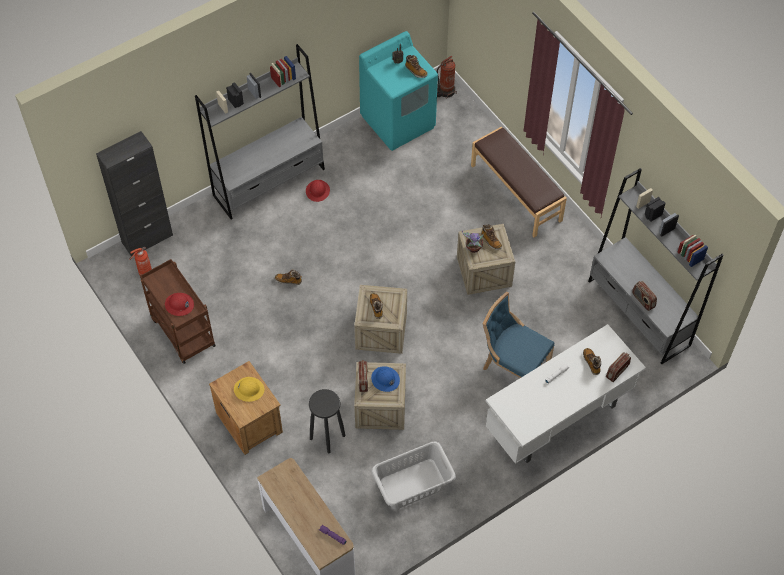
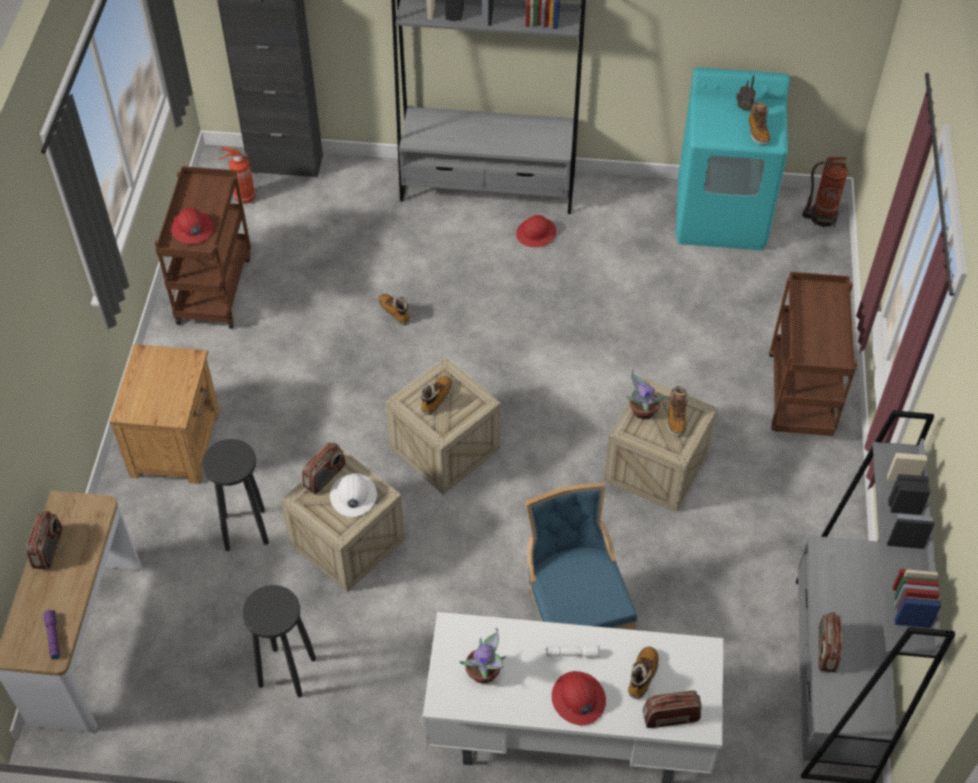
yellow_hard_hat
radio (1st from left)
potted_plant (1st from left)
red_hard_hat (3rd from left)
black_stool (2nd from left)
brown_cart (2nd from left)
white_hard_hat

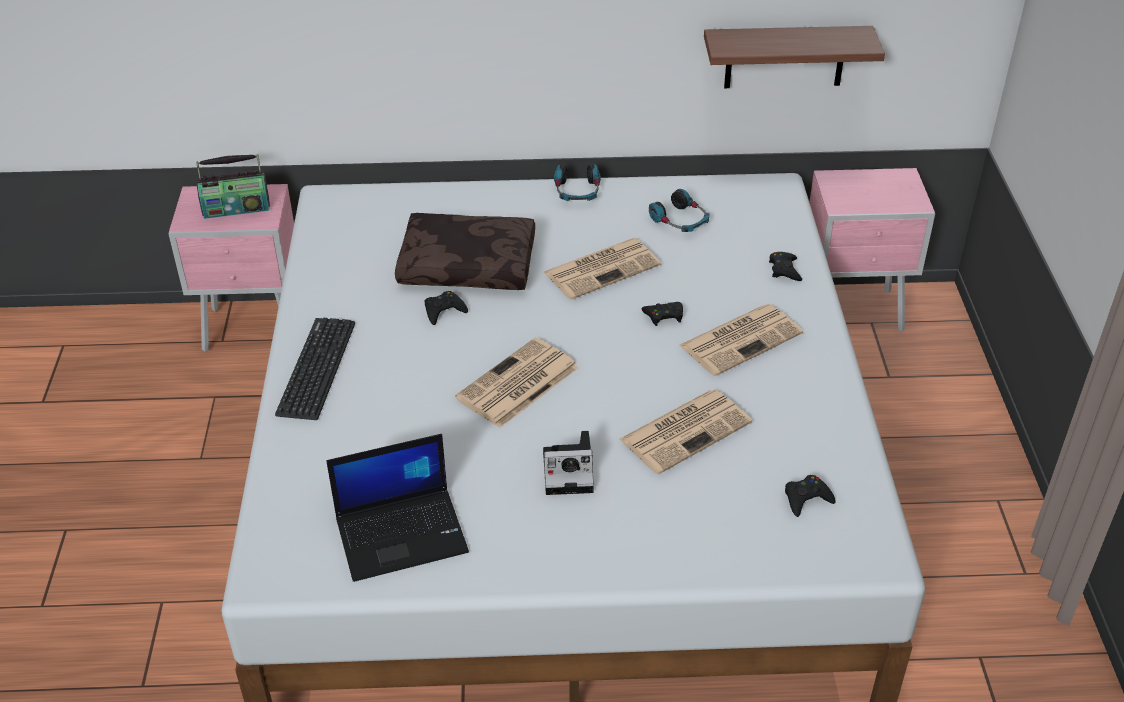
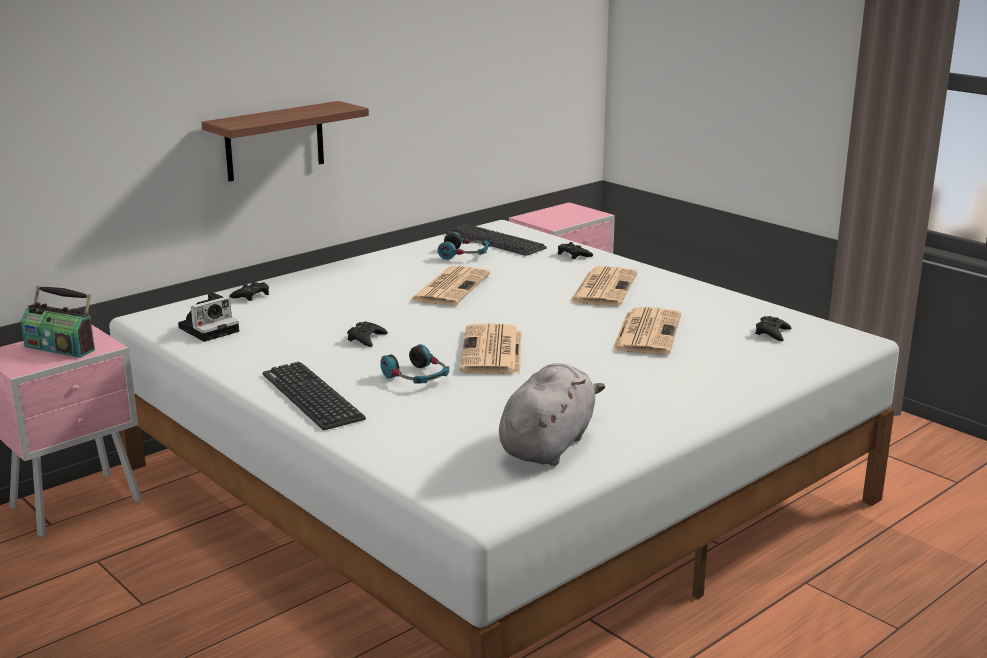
brown_pillow
keyboard (2nd from left)
photo_camera
headphones (1st from left)
black_game_controller (1st from left)
shelf
grey_plush_toy
radio

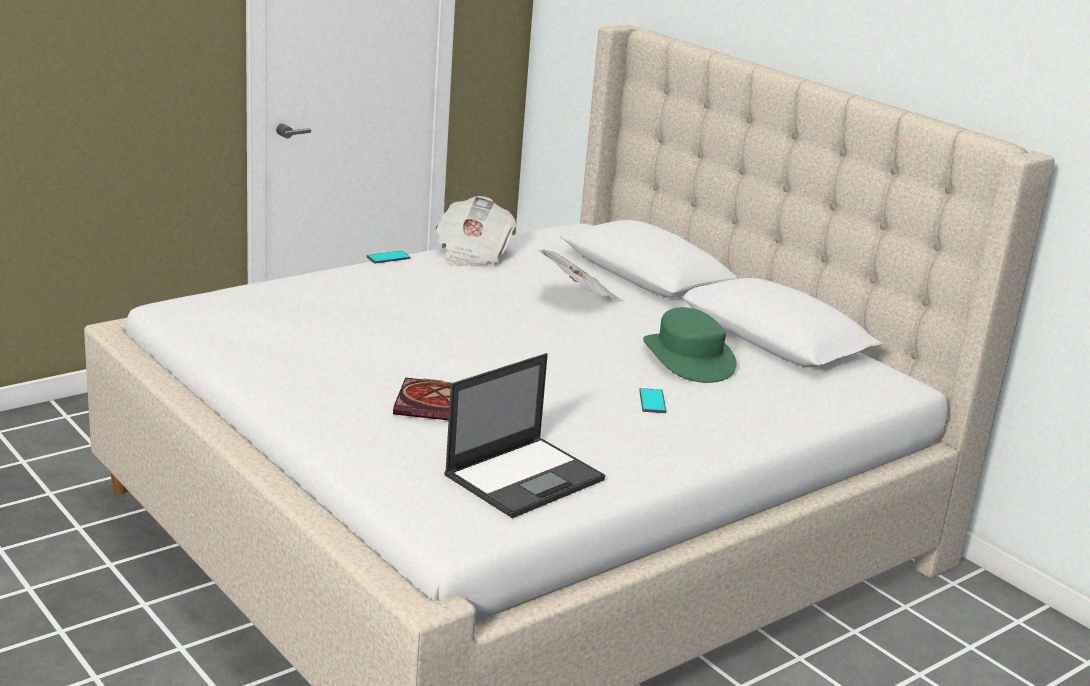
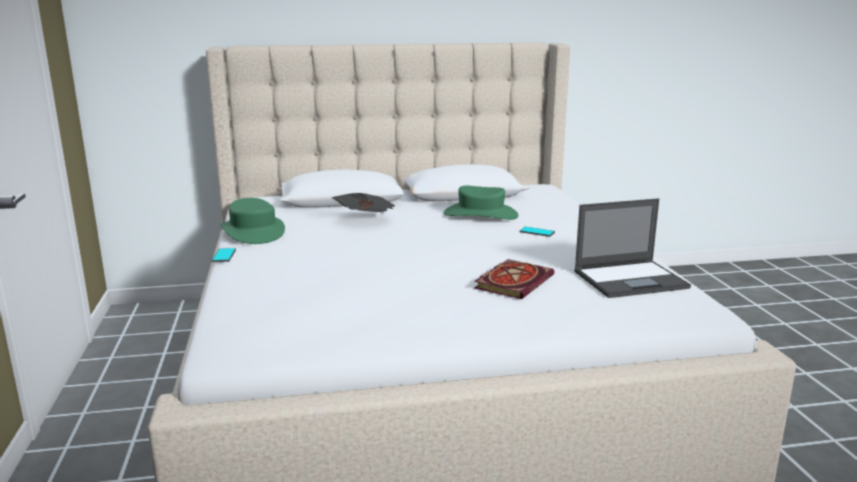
green_hat (1st from left)
laptop

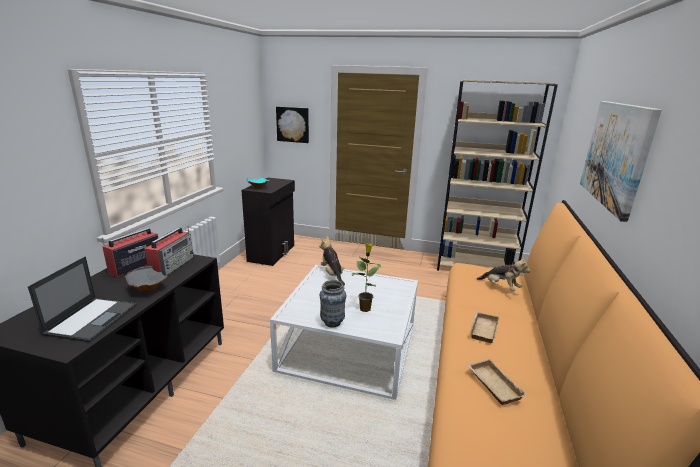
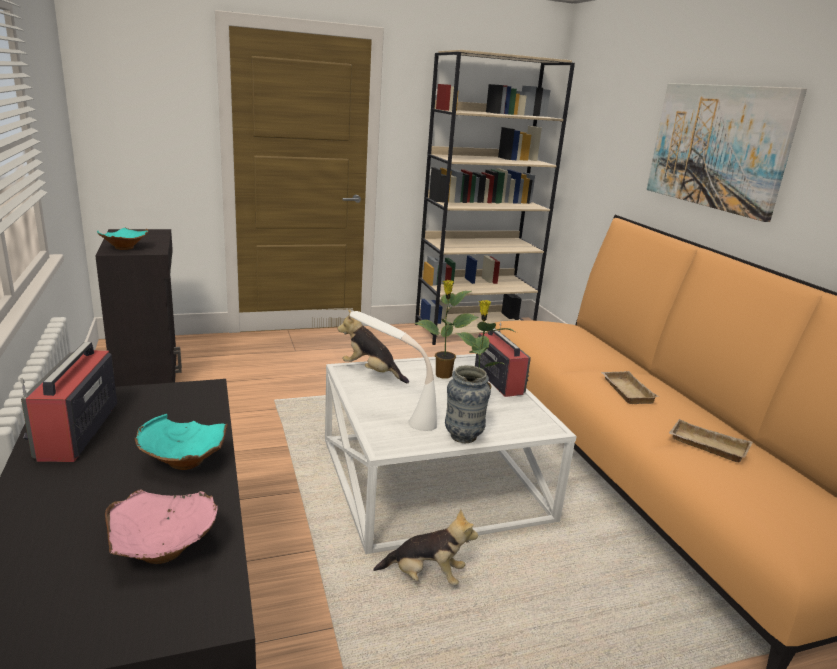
picture (1st from left in the first image)
white_table_lamp
potted_plant (1st from left)
radio (2nd from left)
plush_toy (2nd from left)
pink_bowl
turquoise_bowl (2nd from left)

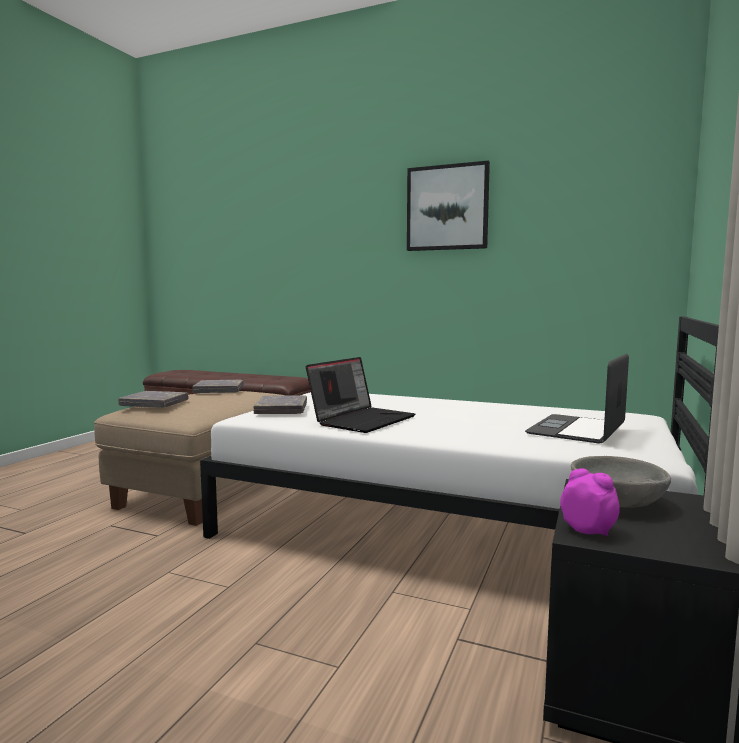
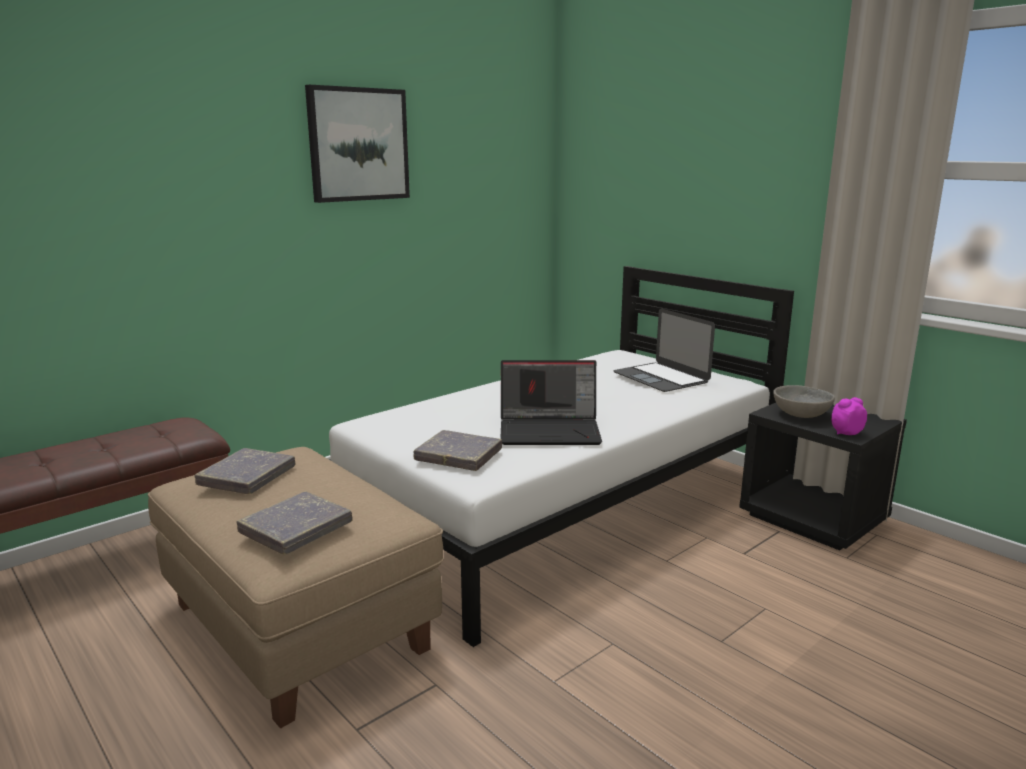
laptop (1st from left)

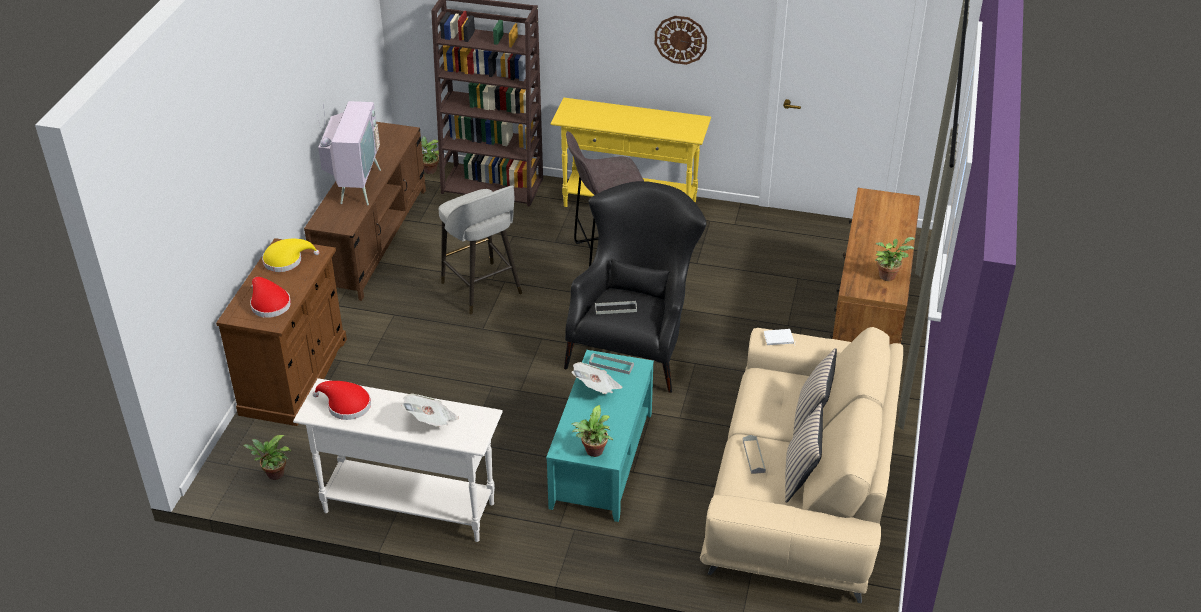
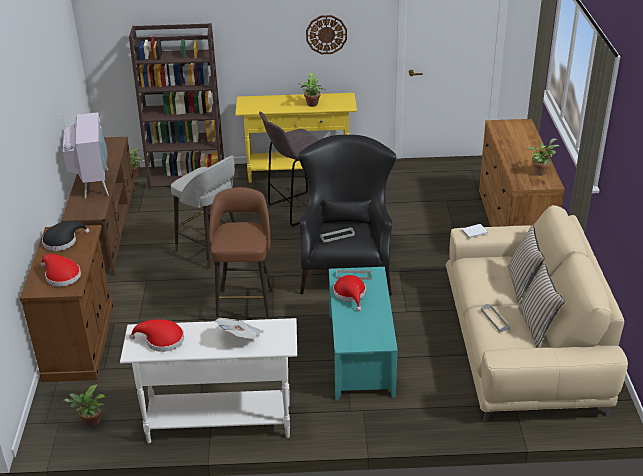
brown_stool
potted_plant (3rd from left)
red_hat (3rd from left)
black_hat

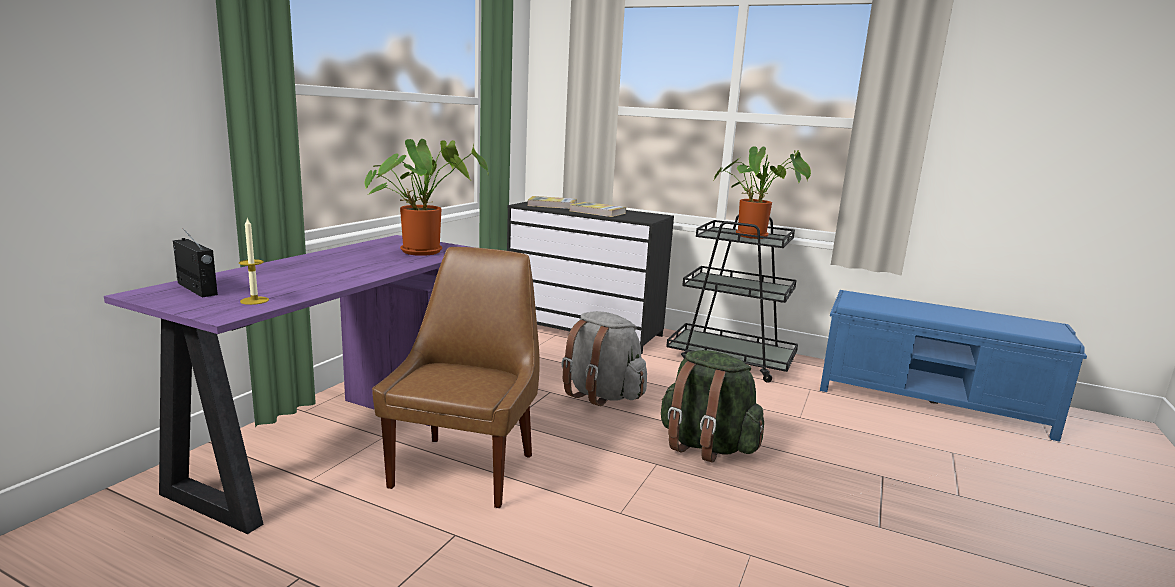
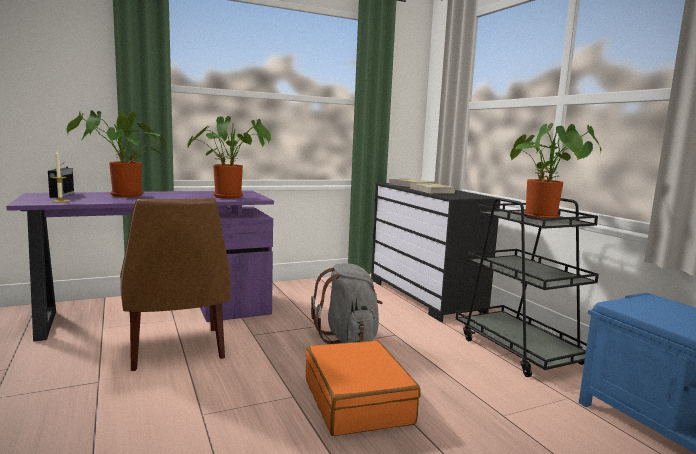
potted_plant (1st from left)
orange_suitcase
brown_chair

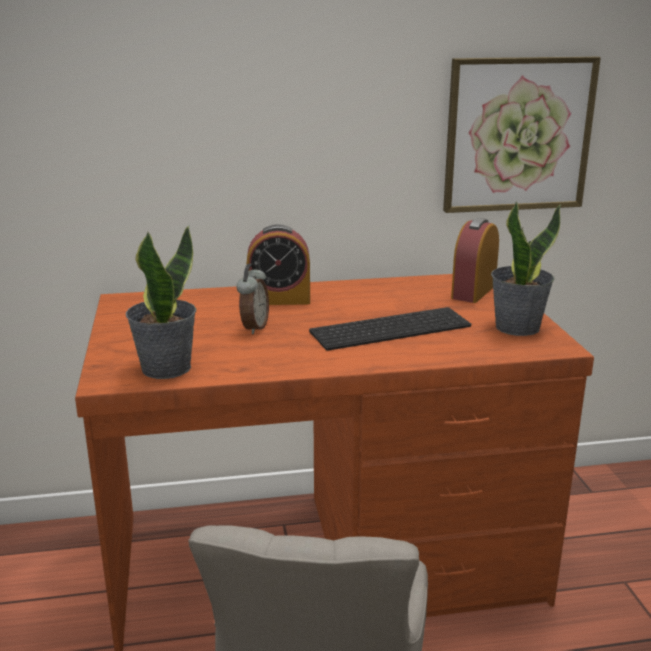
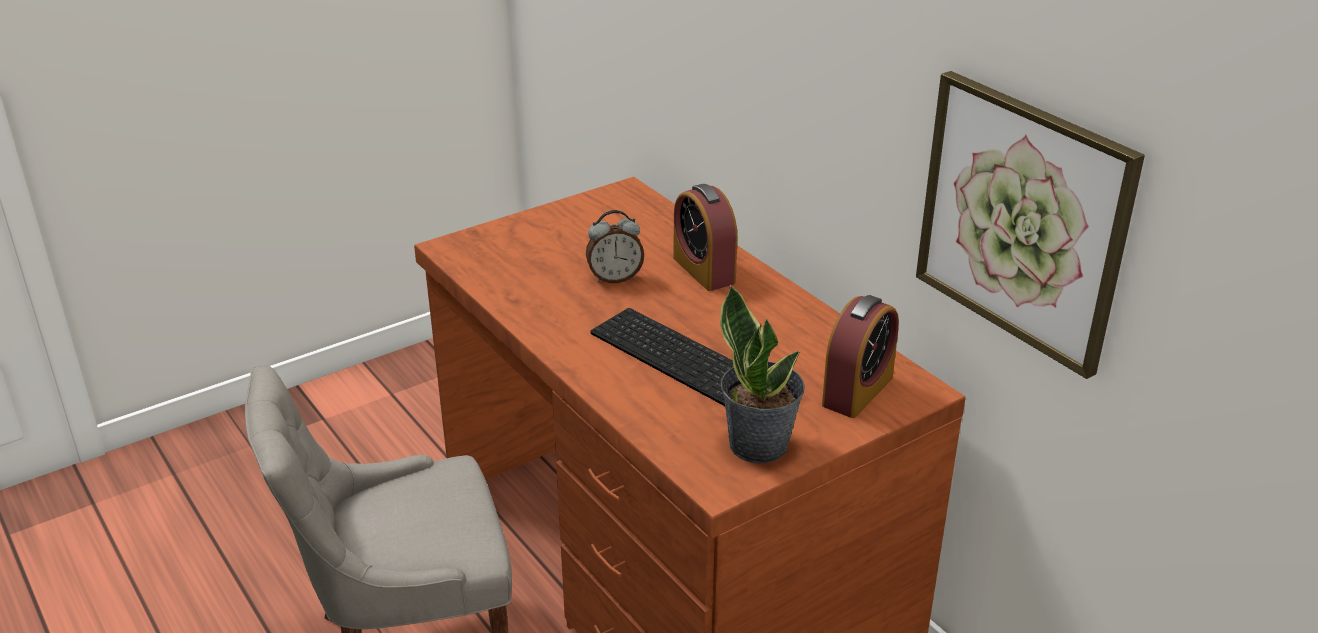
potted_plant (1st from left in the first image)
alarm_clock (3rd from left)

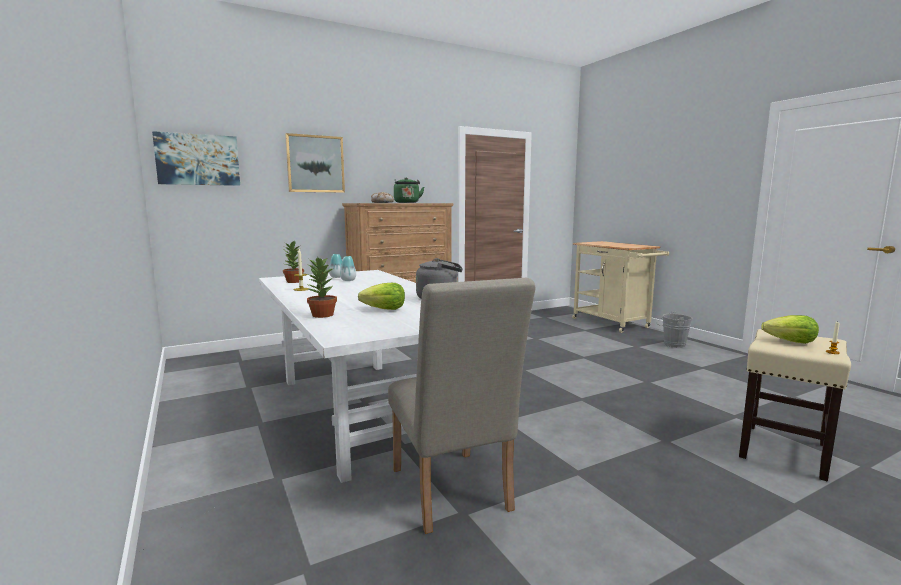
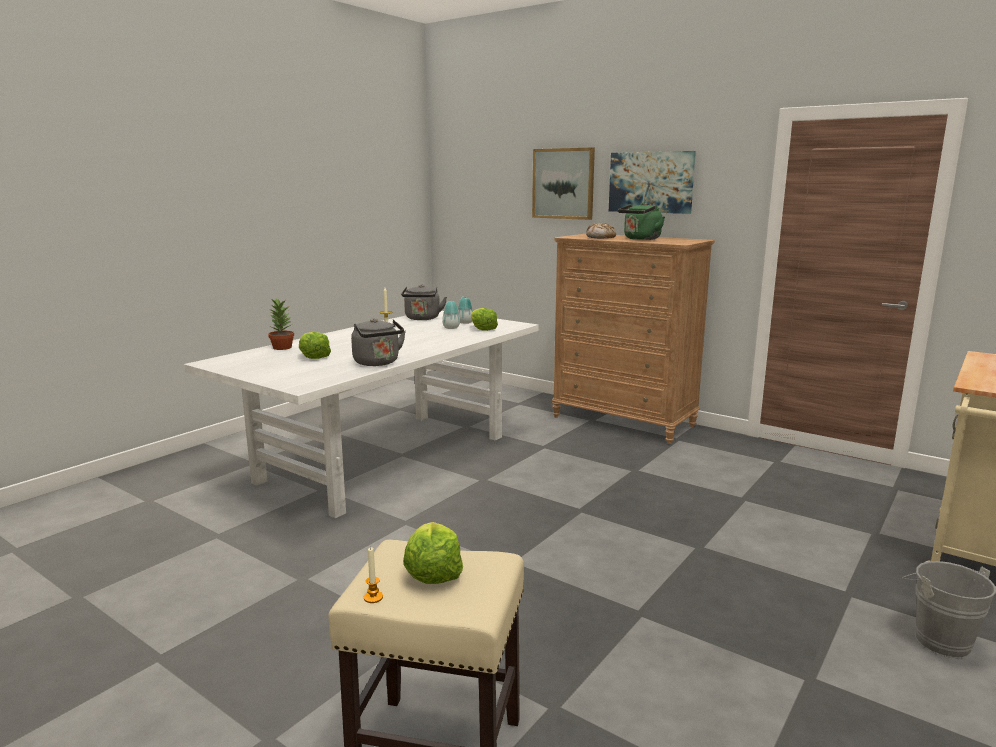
beige_chair
lettuce (3rd from left)
picture (2nd from left)
grey_kettle (2nd from left)

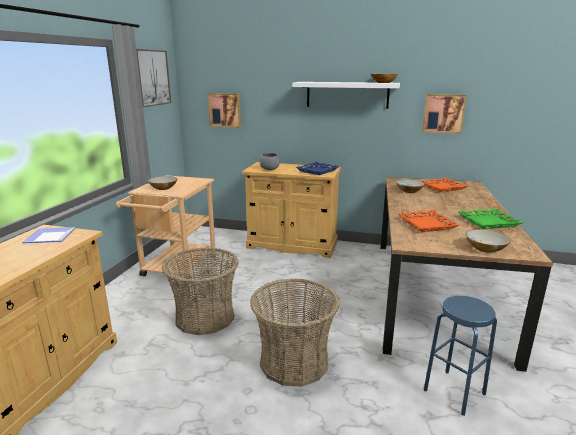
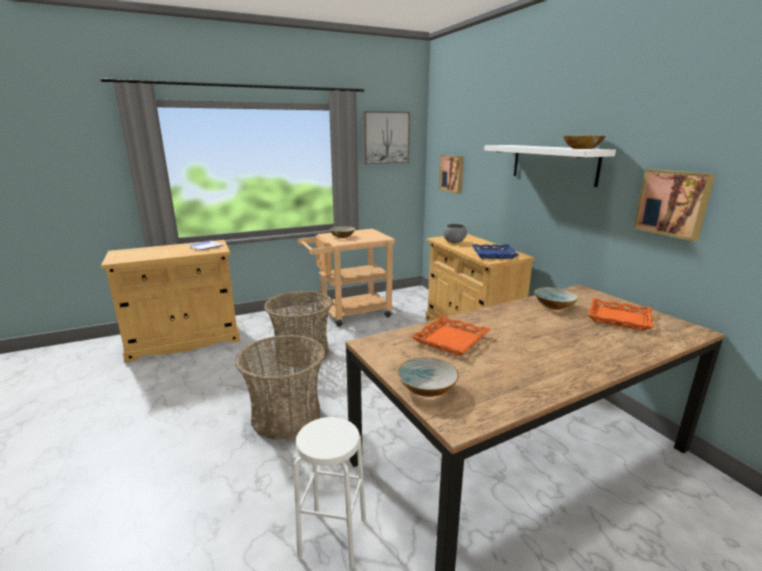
green_tray
white_stool

